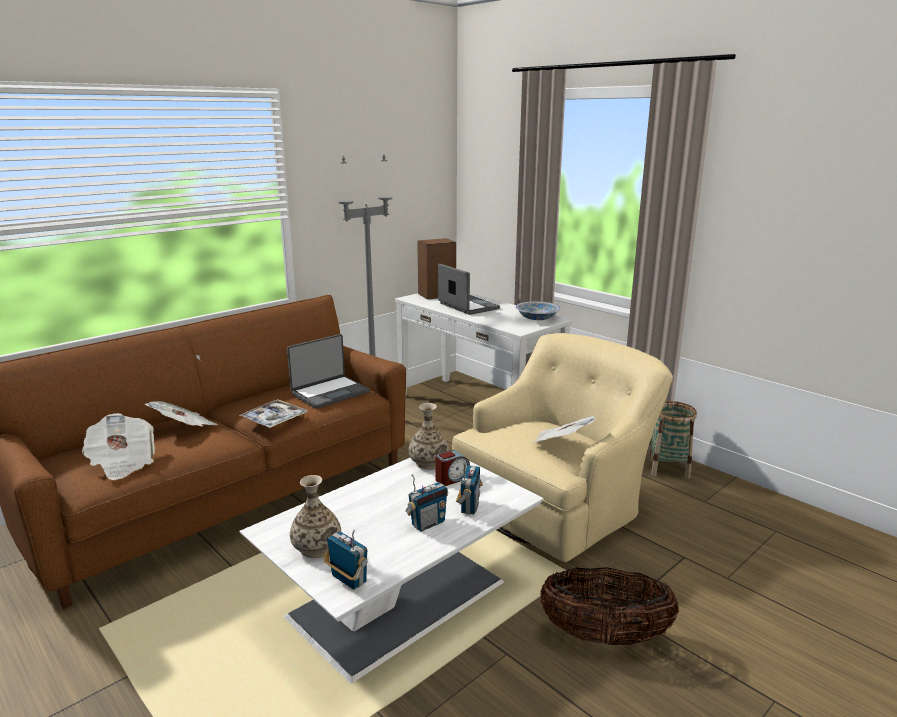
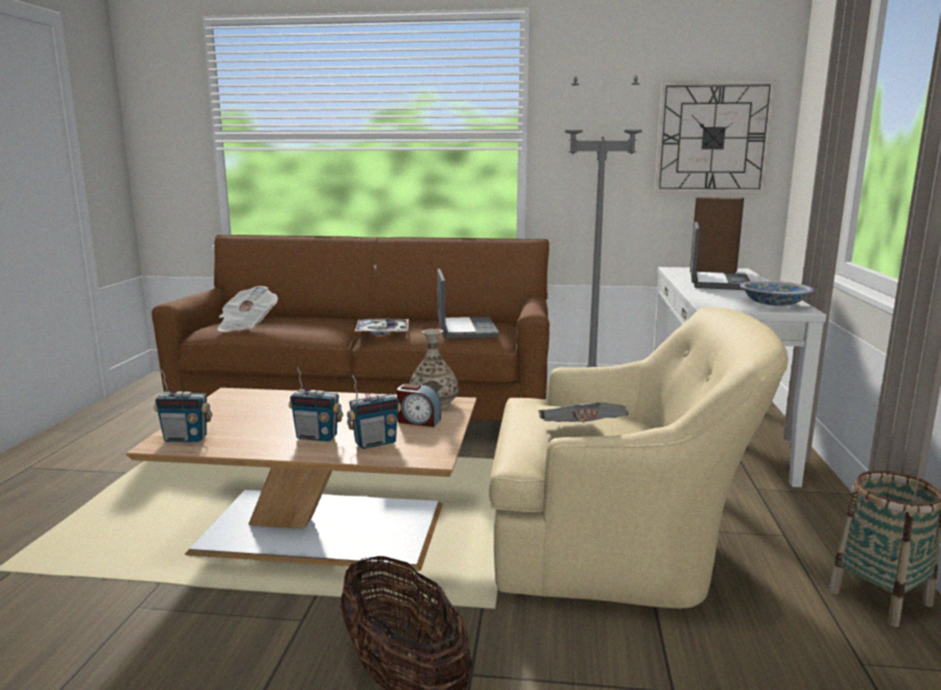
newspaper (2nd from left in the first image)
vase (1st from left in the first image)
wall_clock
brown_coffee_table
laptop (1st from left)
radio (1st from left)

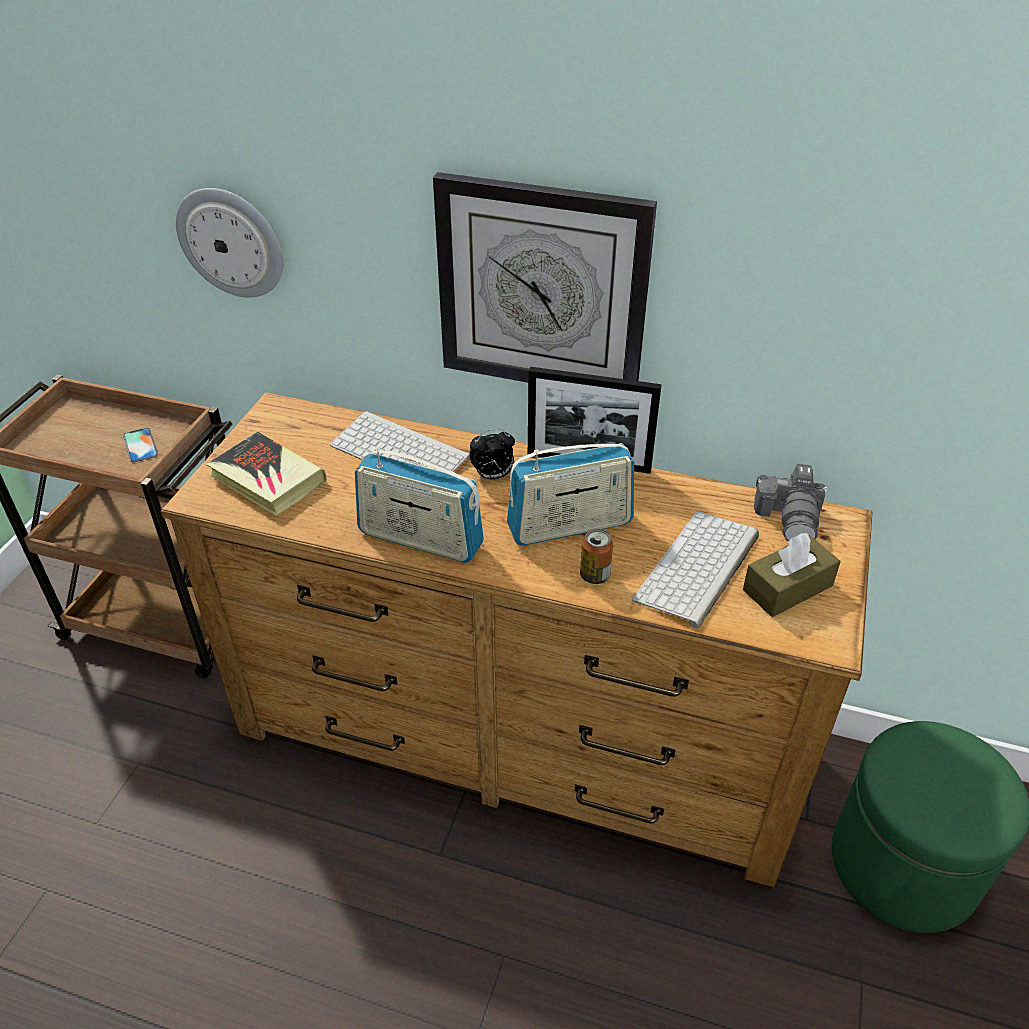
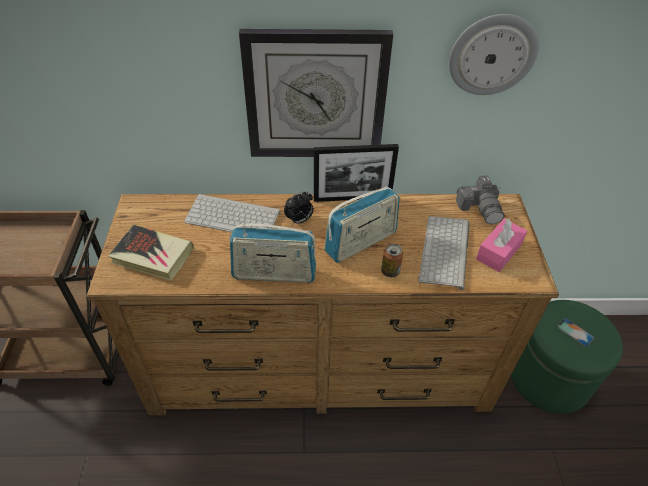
phone
wall_clock (2nd from left)
pink_tissue_box

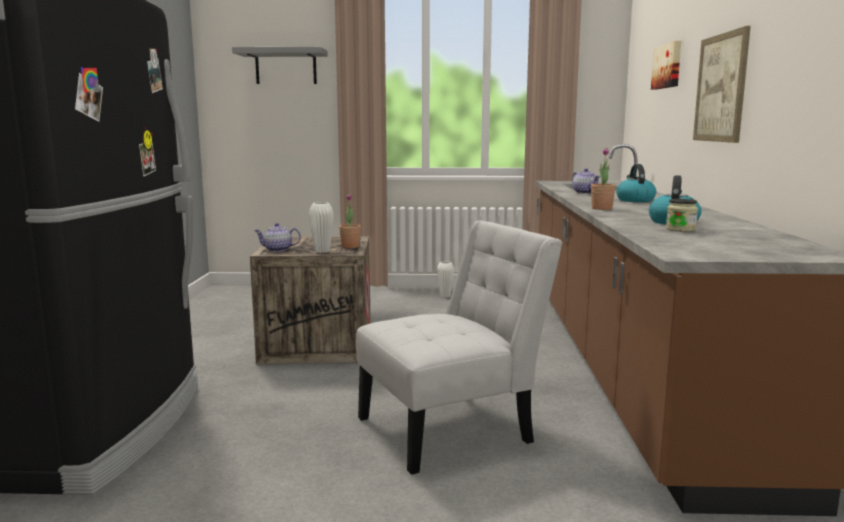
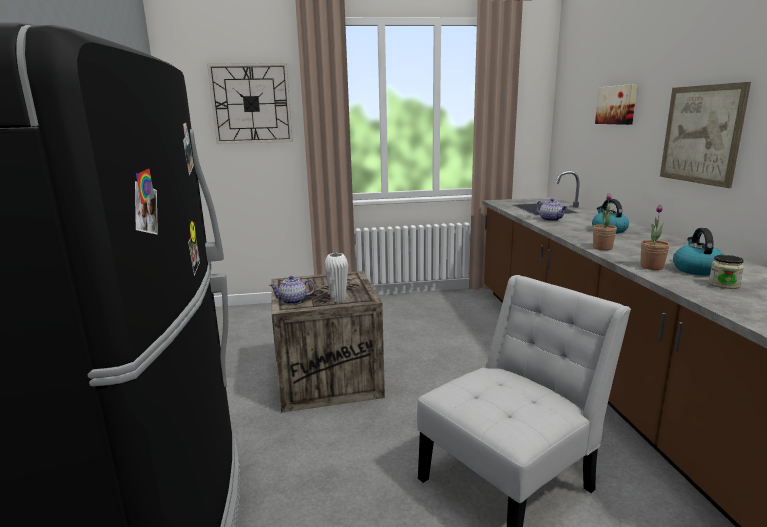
white_vase (2nd from left in the first image)
potted_plant (2nd from left)
wall_clock

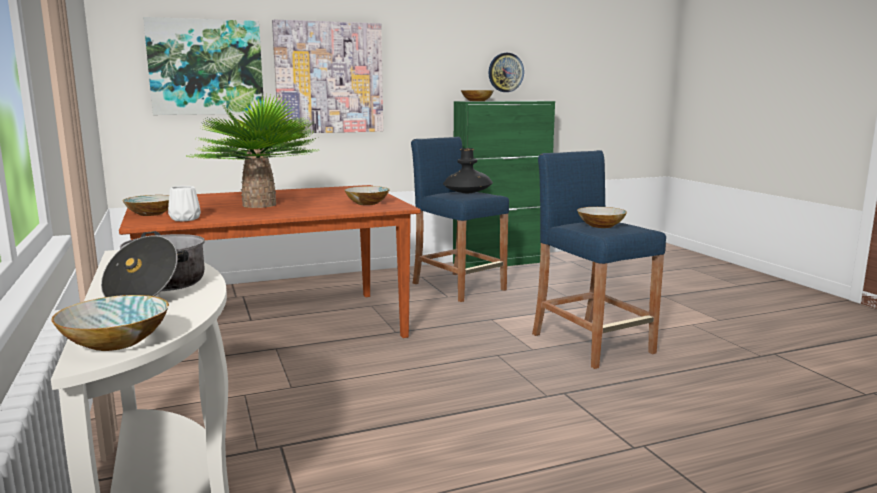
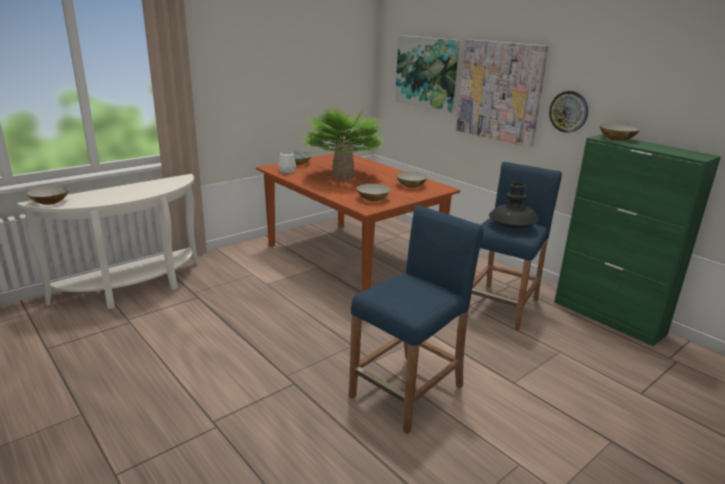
cooking_pot
wall_clock
bowl (4th from left)

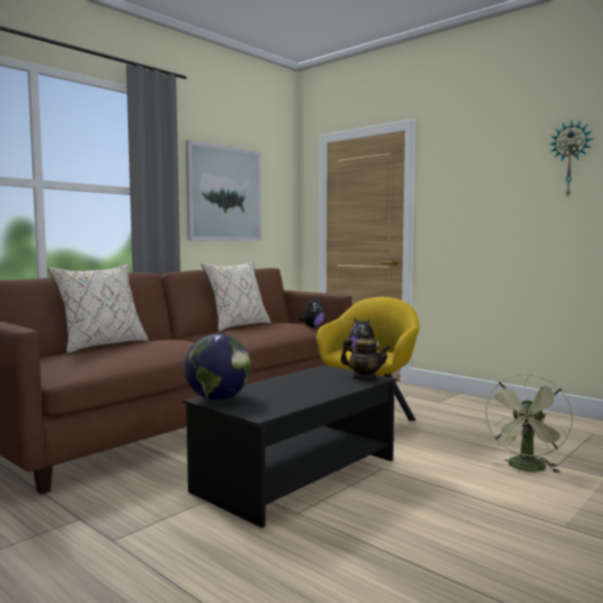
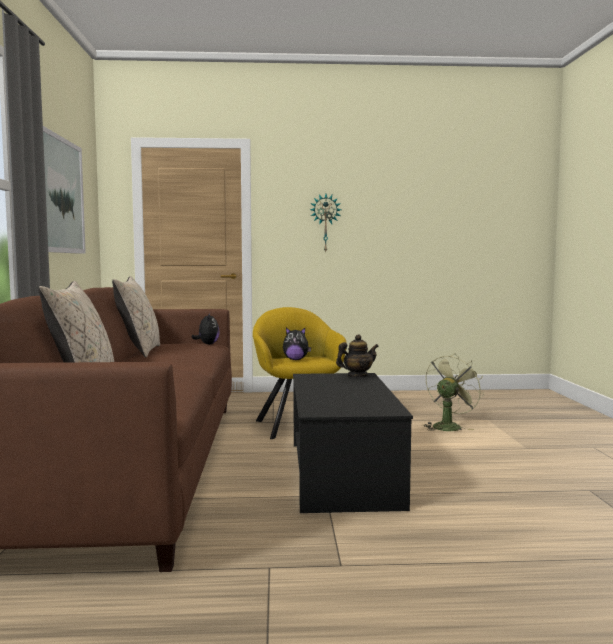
globe
wall_clock
green_fan

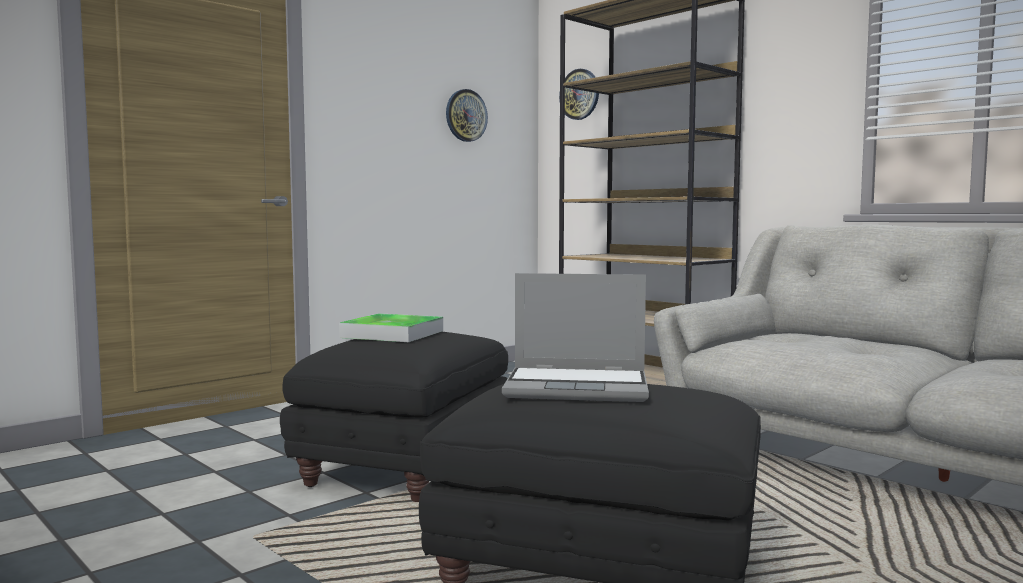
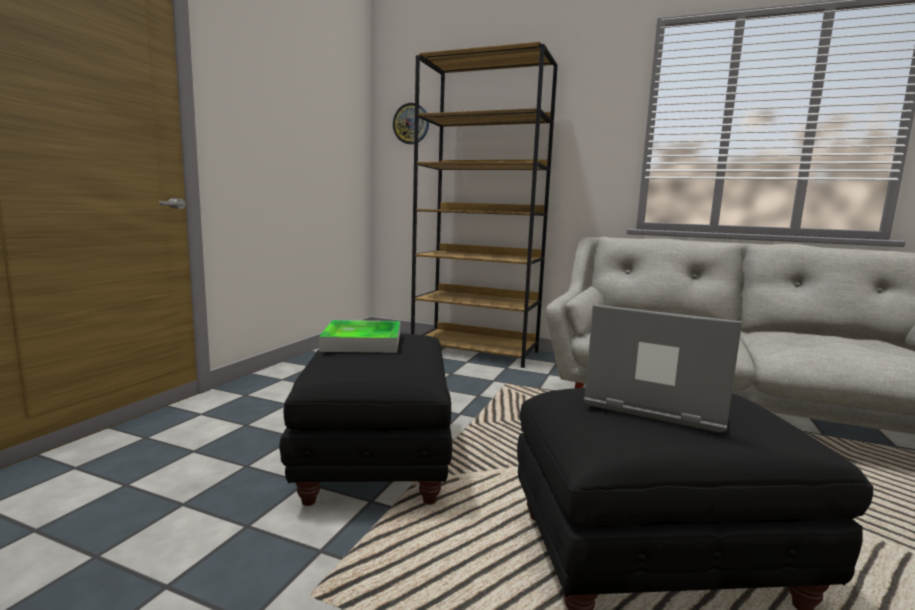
wall_clock (1st from left in the first image)
laptop

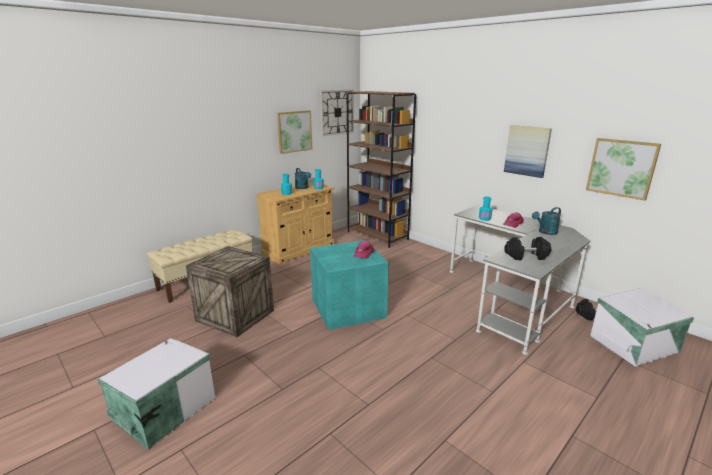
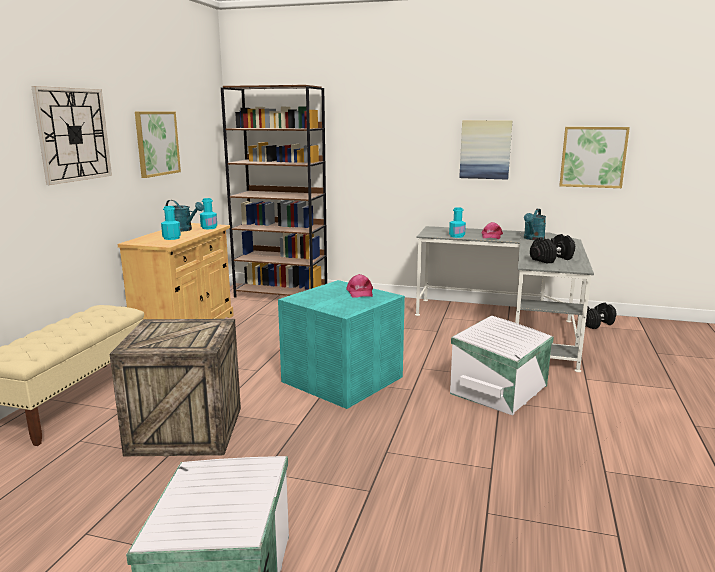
wall_clock
white_storage_box (2nd from left)

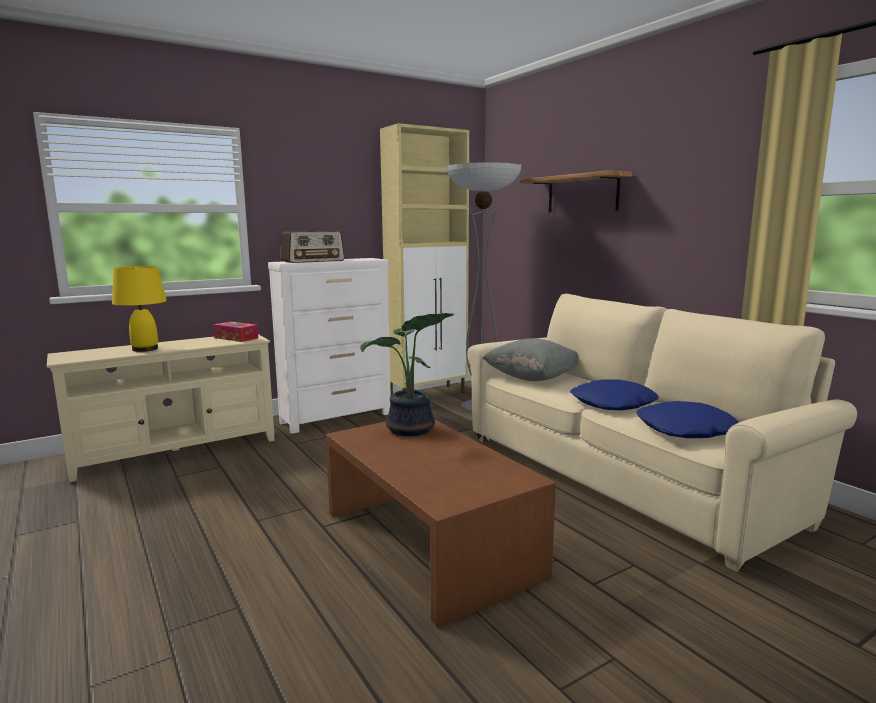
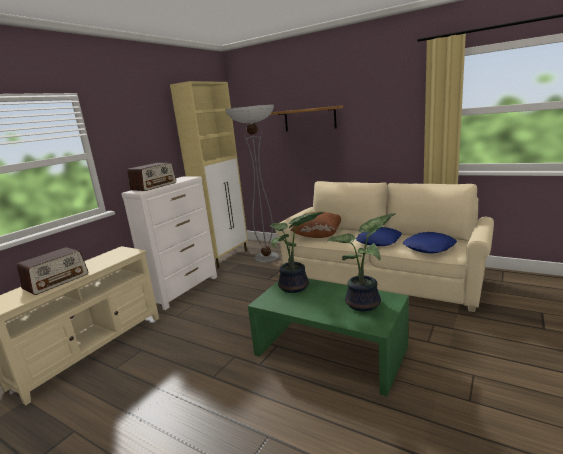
tissue_box
potted_plant (2nd from left)
radio (1st from left)
green_coffee_table
brown_pillow

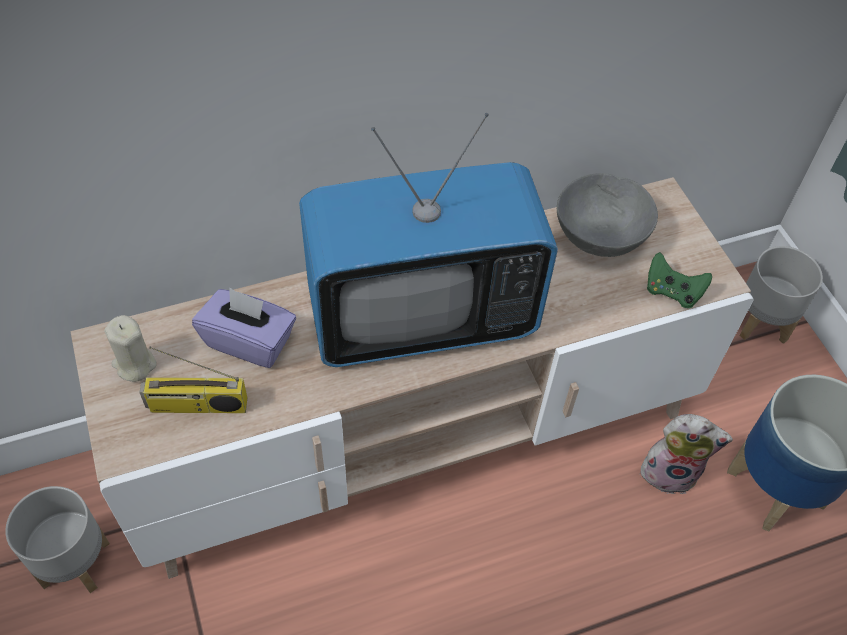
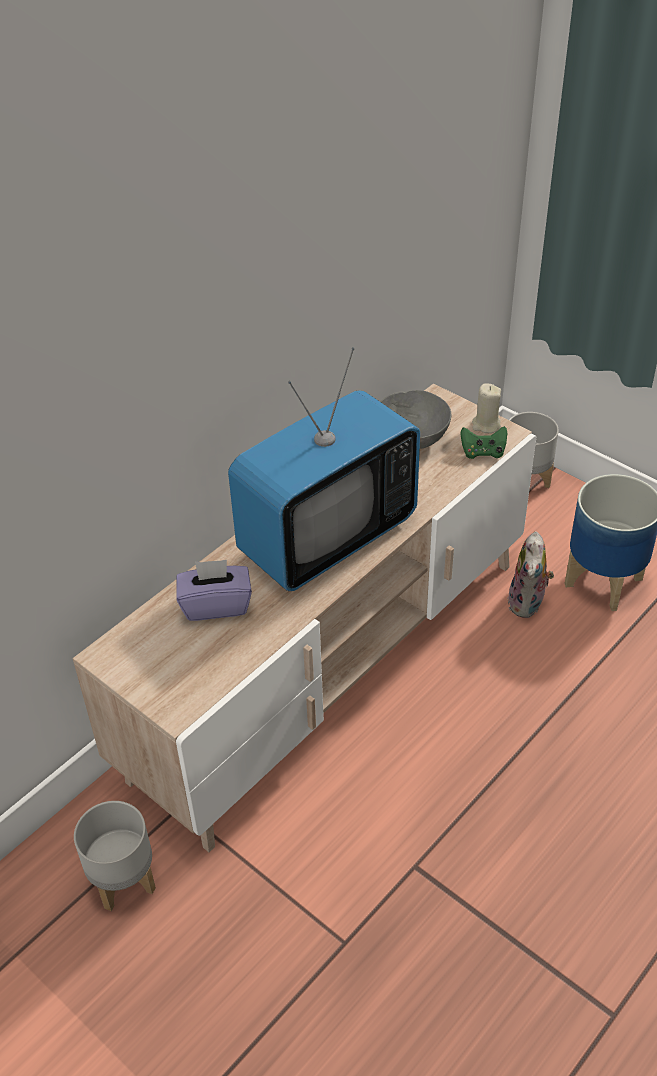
radio
beige_candle
plush_toy

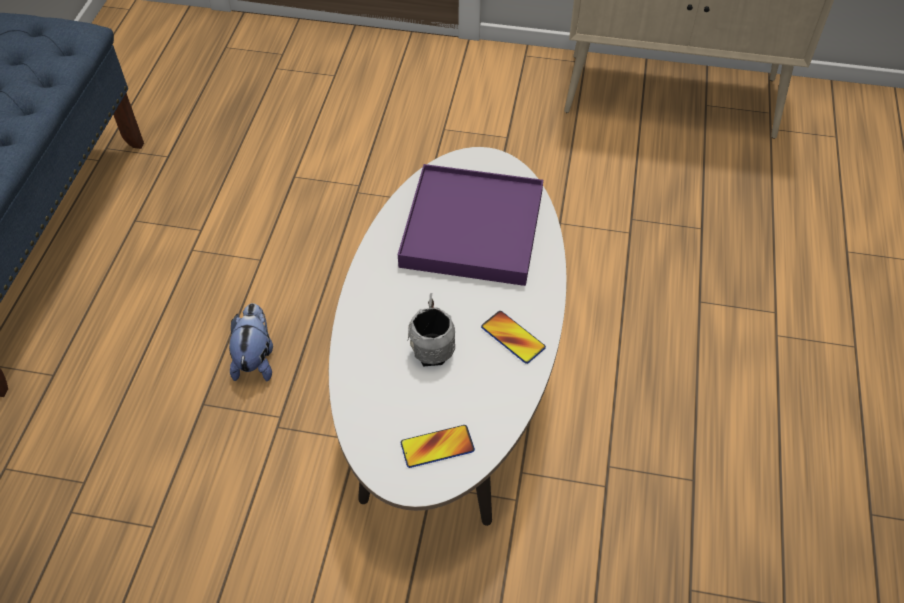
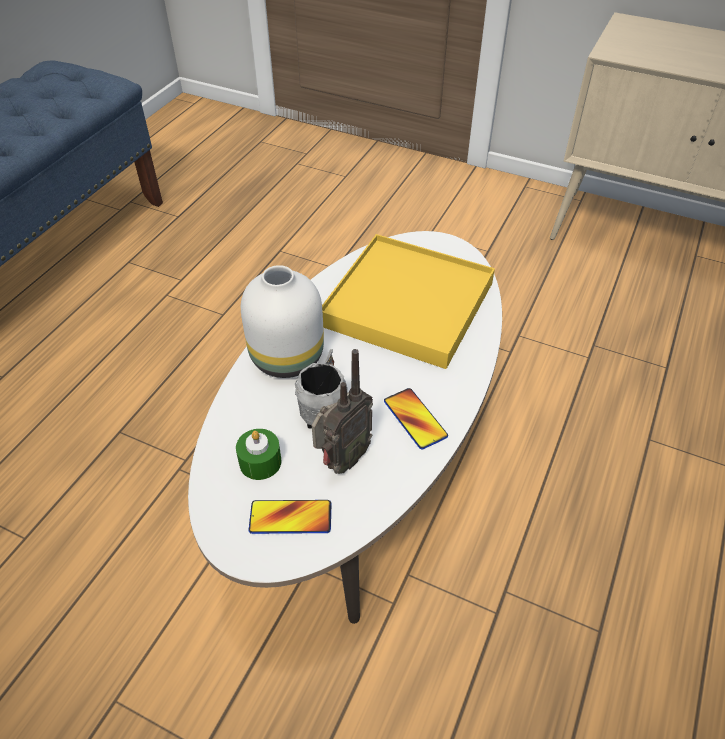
plush_toy
green_candle
white_vase
radio
yellow_tray

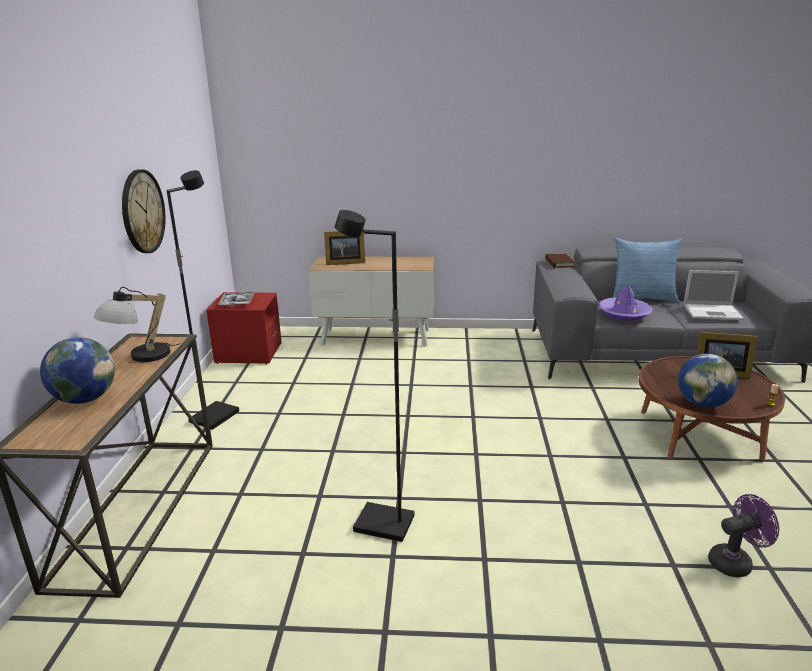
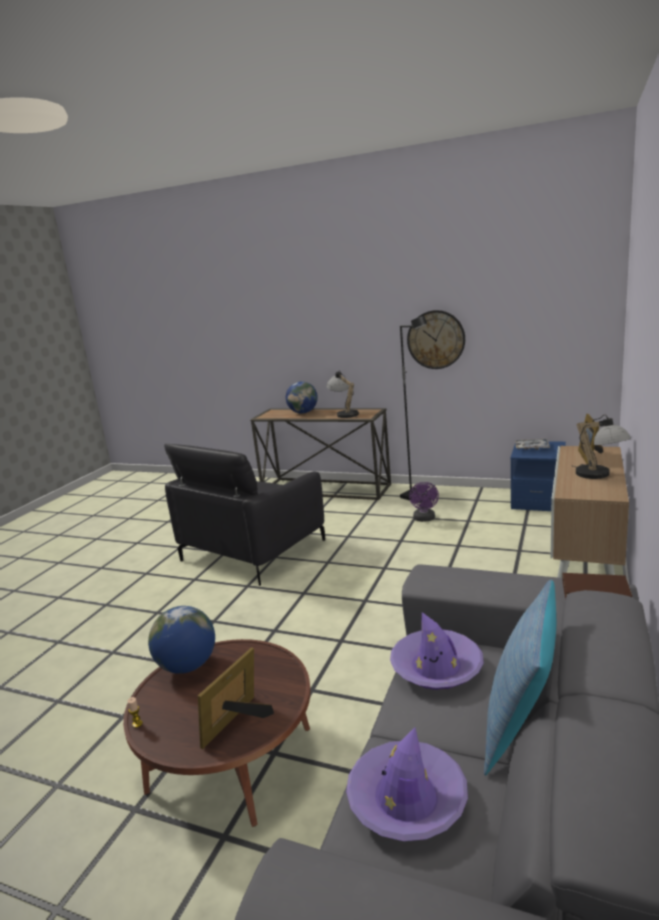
table_lamp (2nd from left)
purple_fan
black_armchair
purple_hat (1st from left)
blue_nightstand

